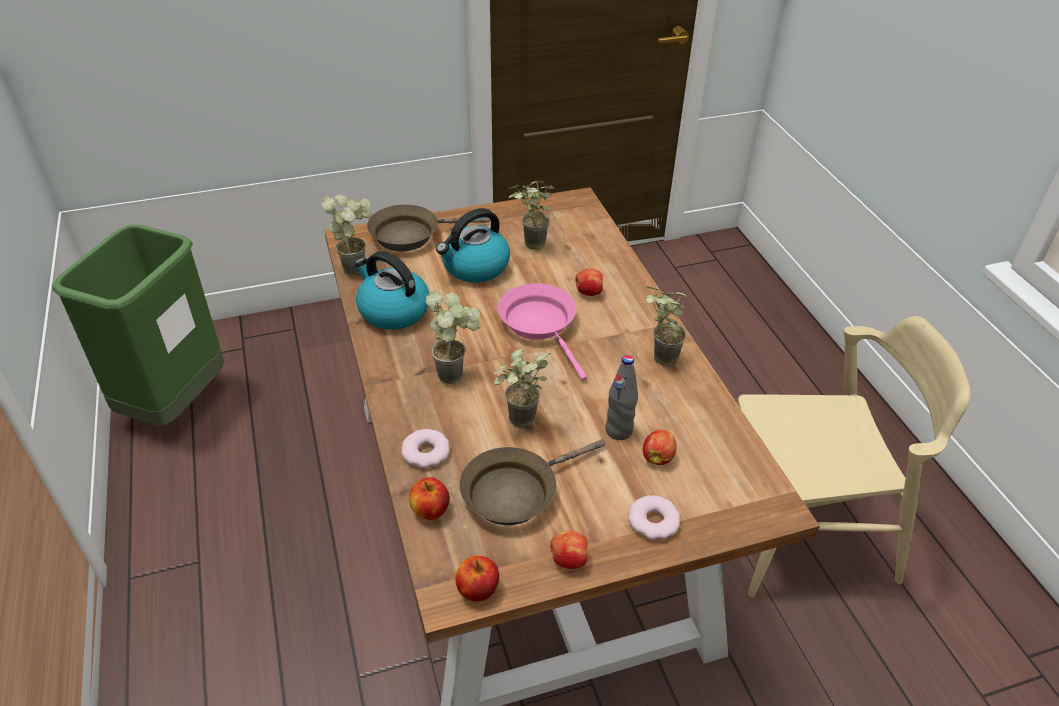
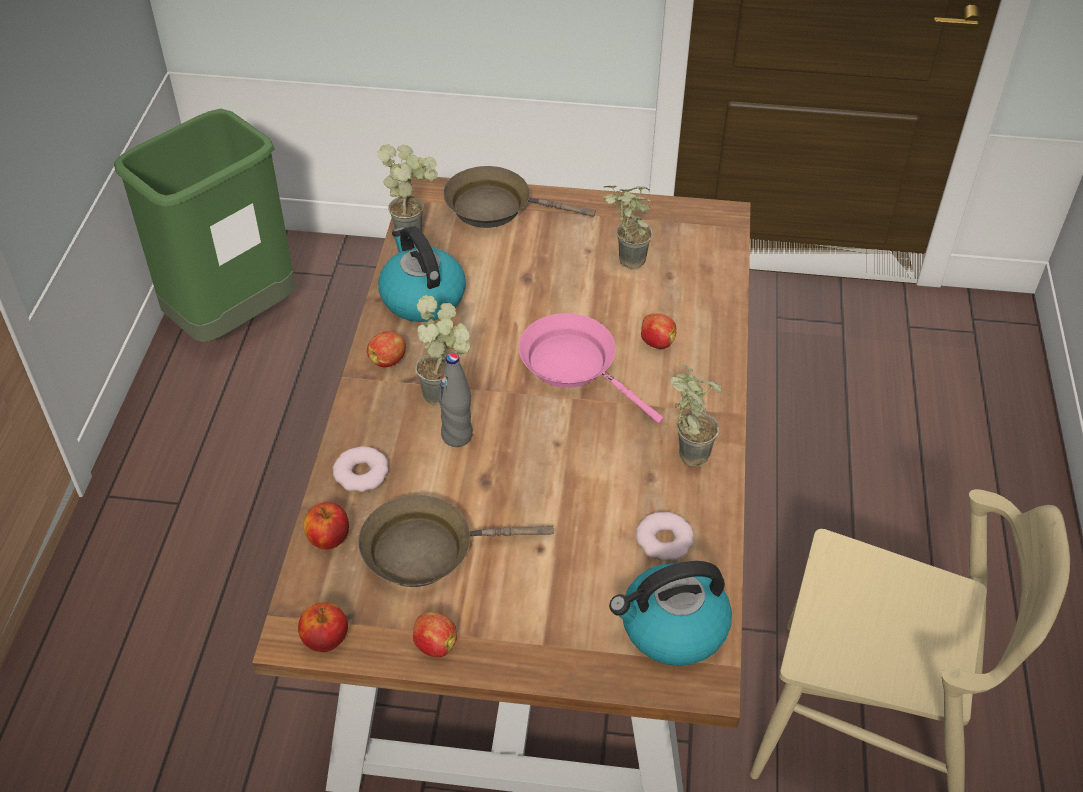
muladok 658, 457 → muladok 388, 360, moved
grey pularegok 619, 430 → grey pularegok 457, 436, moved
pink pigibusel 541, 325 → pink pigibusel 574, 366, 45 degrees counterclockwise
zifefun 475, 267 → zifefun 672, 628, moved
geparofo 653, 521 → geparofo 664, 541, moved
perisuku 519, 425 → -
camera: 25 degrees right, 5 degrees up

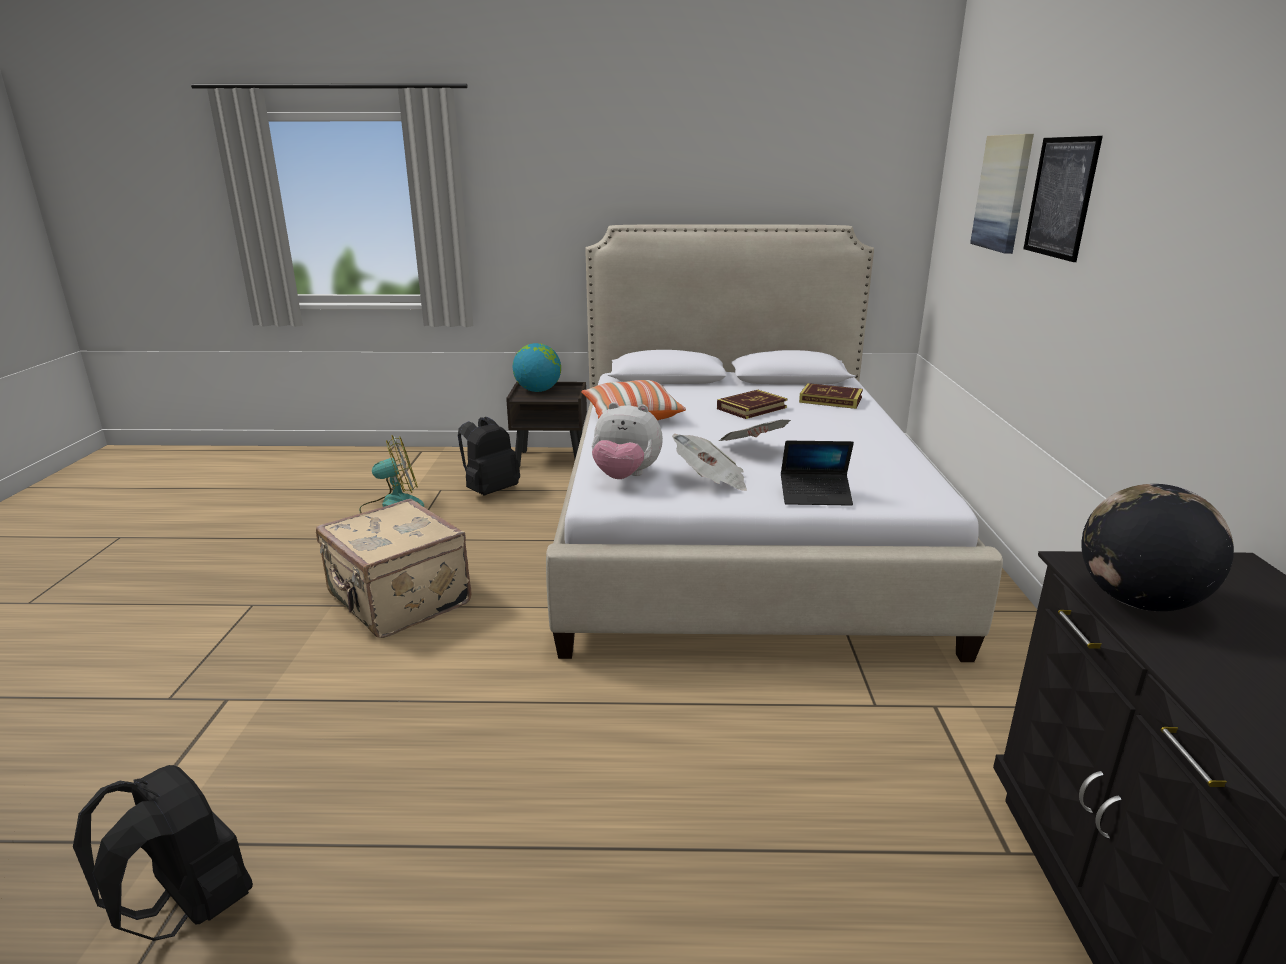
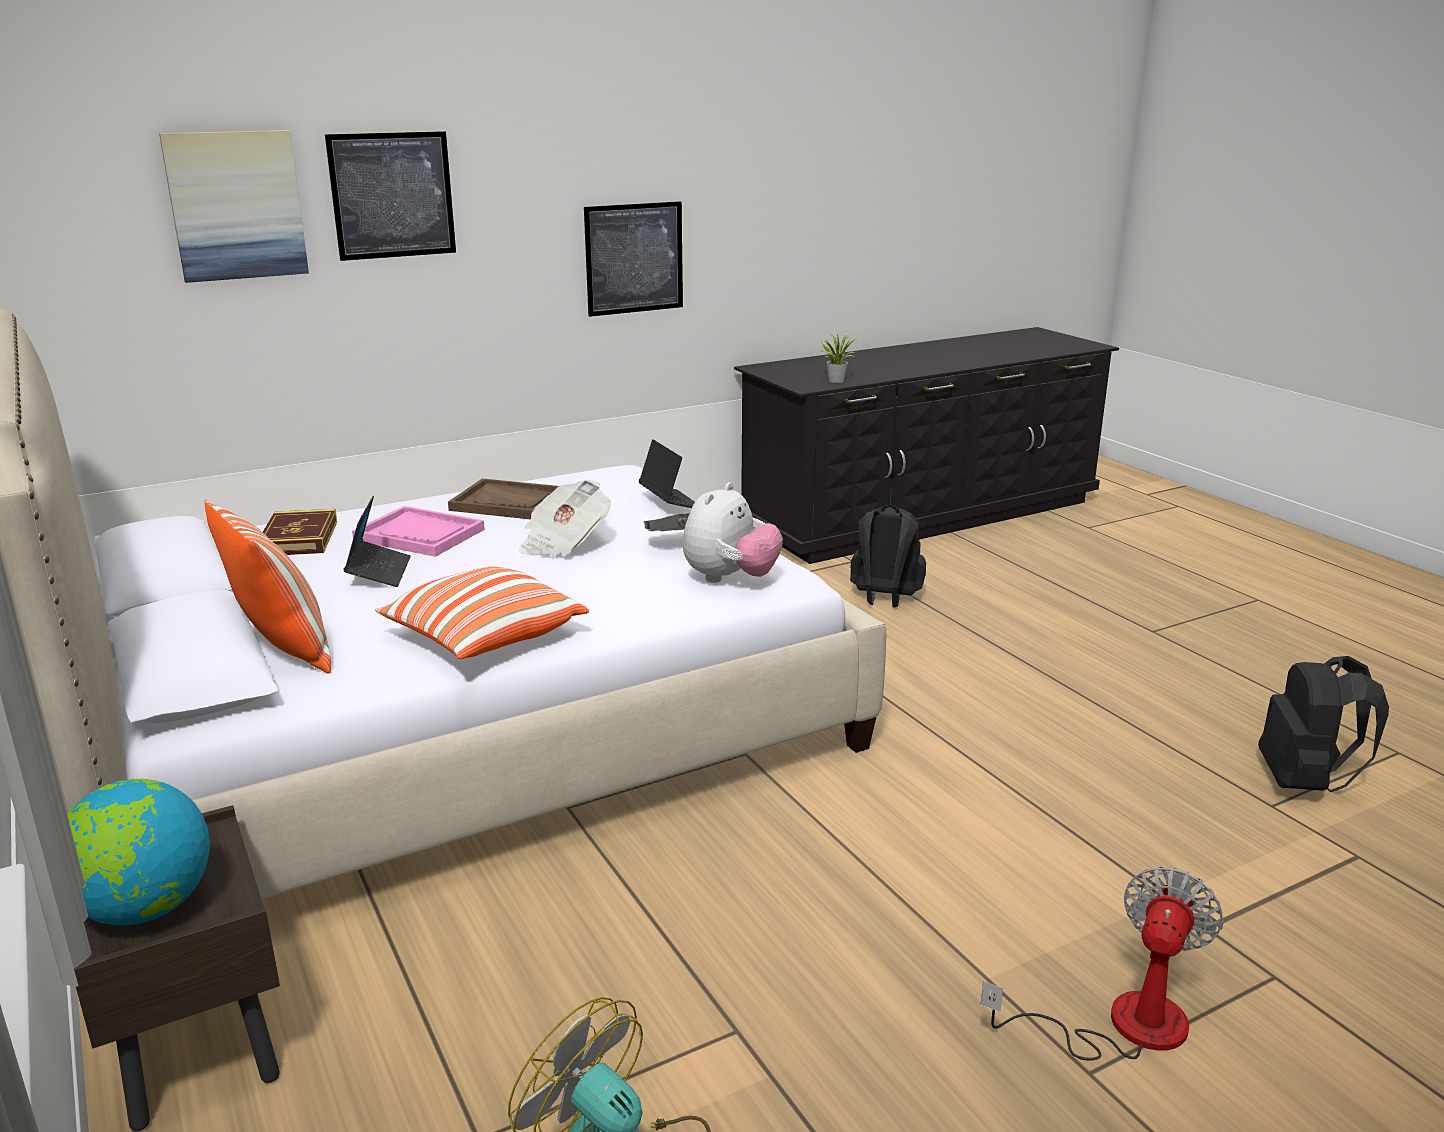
- → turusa 282, 650
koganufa 751, 408 → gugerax 379, 572
- → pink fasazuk 420, 534
- → brown fasazuk 509, 502
- → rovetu 634, 258
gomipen 625, 477 → gomipen 730, 579, 45 degrees clockwise
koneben 1138, 601 → perisuku 836, 380
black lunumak 490, 491 → black lunumak 884, 600, moved
- → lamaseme 1121, 1025
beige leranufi 398, 601 → -
camera: 120 degrees left, 0 degrees up

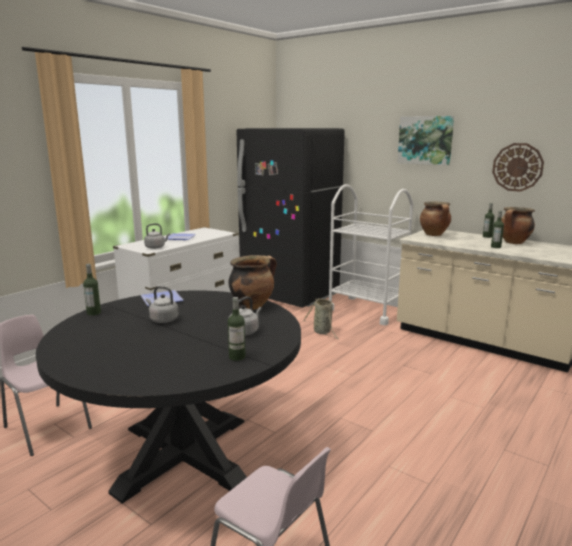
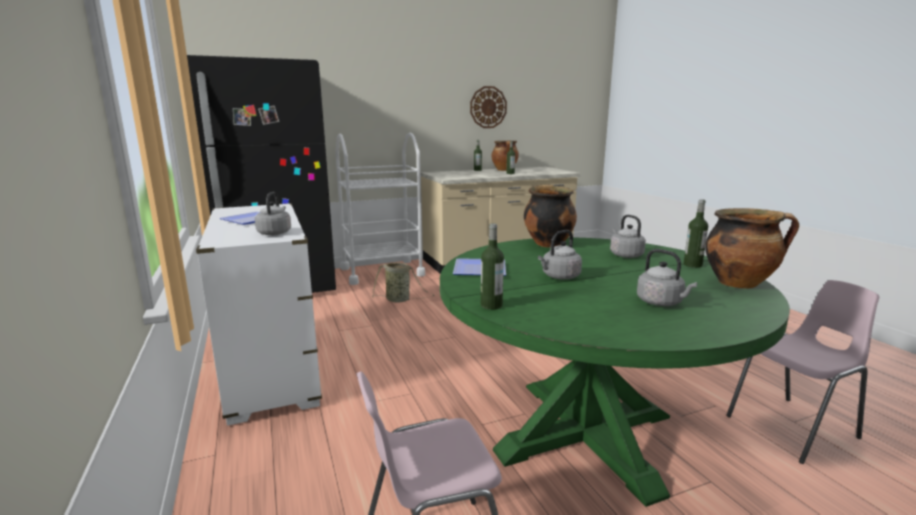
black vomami 183, 454 → green vomami 585, 433
- → grey zifefun 661, 303
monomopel 434, 235 → monomopel 740, 283, moved
rovetu 425, 140 → -
camera: 60 degrees left, 0 degrees up

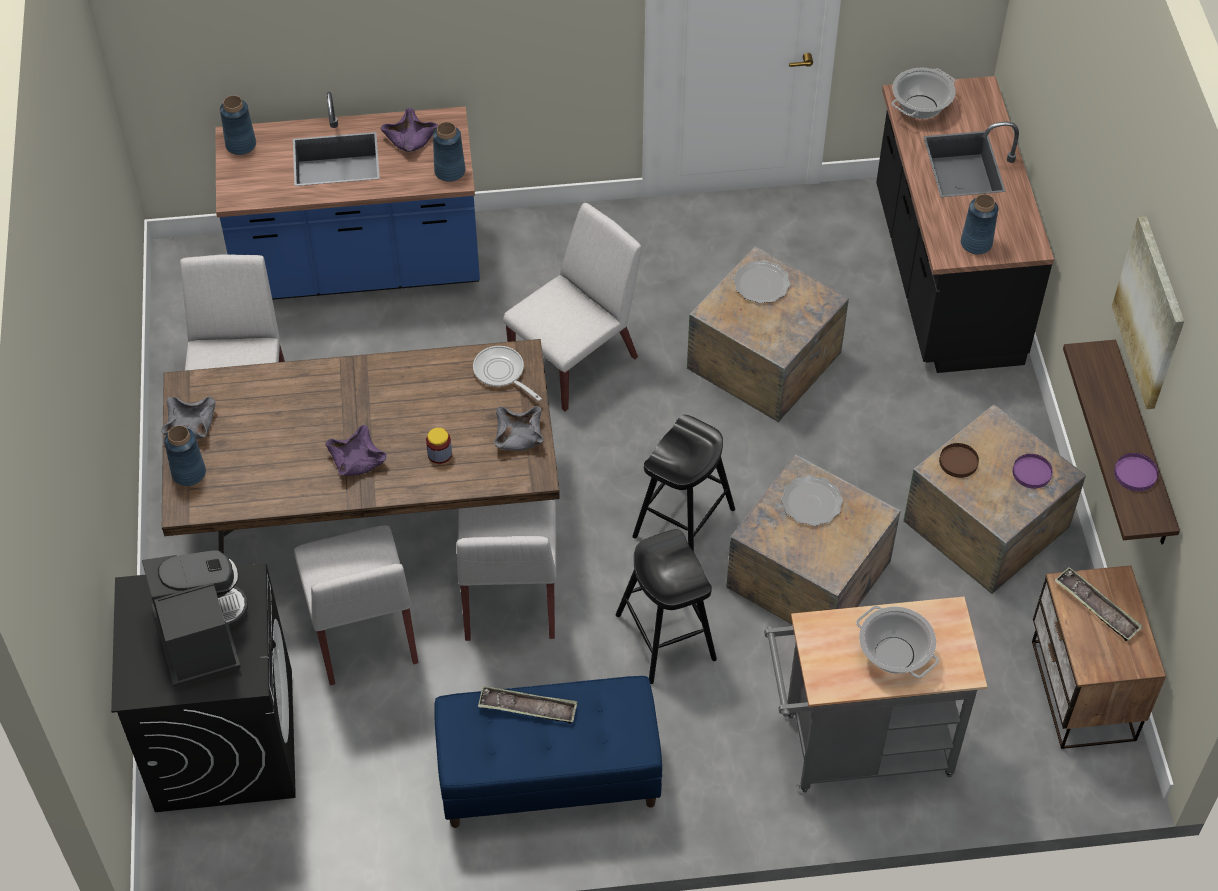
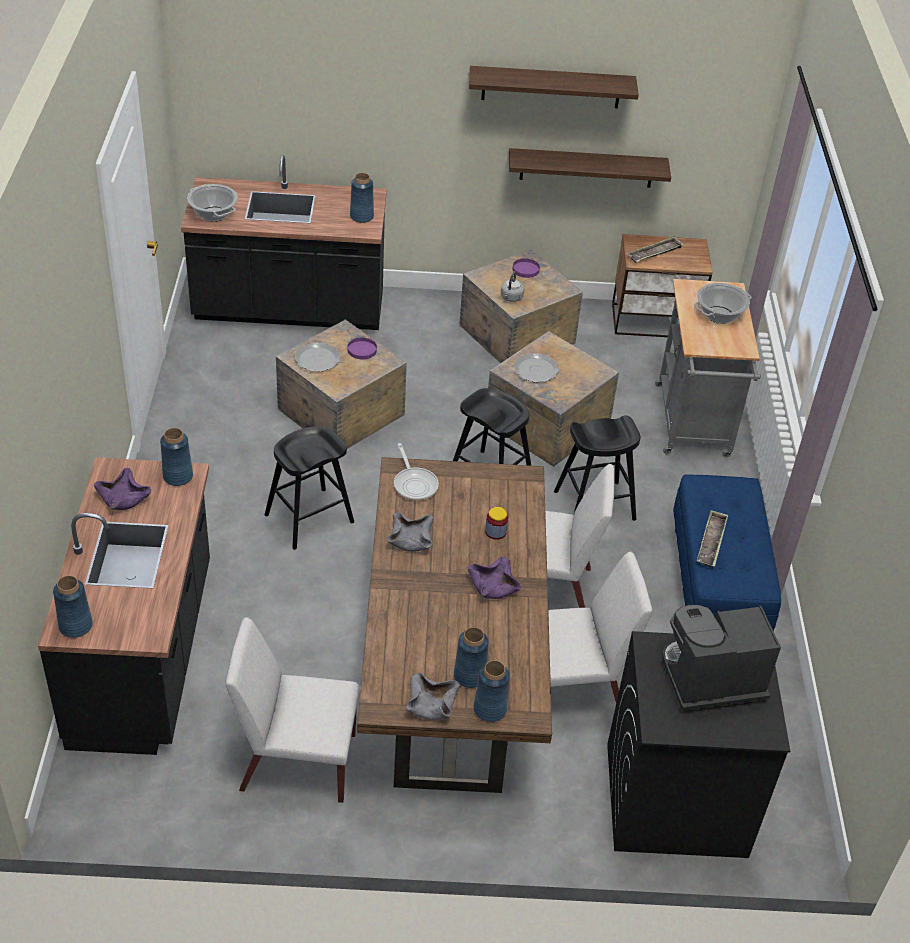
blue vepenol 359, 267 → black vepenol 144, 655
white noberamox 575, 360 → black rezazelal 309, 519
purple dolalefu 1135, 474 → purple dolalefu 362, 350, moved
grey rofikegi 518, 436 → grey rofikegi 411, 540, moved
pigibusel 502, 373 → pigibusel 414, 484, 75 degrees counterclockwise
- → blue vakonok 469, 676
rovetu 1150, 313 → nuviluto 551, 87
brown dolalefu 958, 462 → grey zifefun 511, 298
camera: 85 degrees left, 10 degrees down

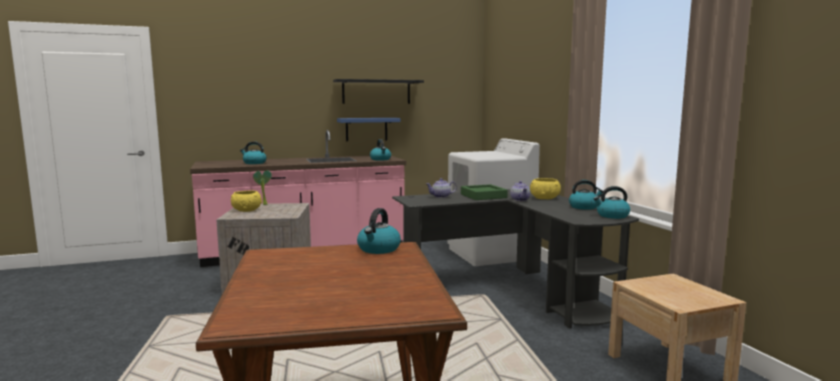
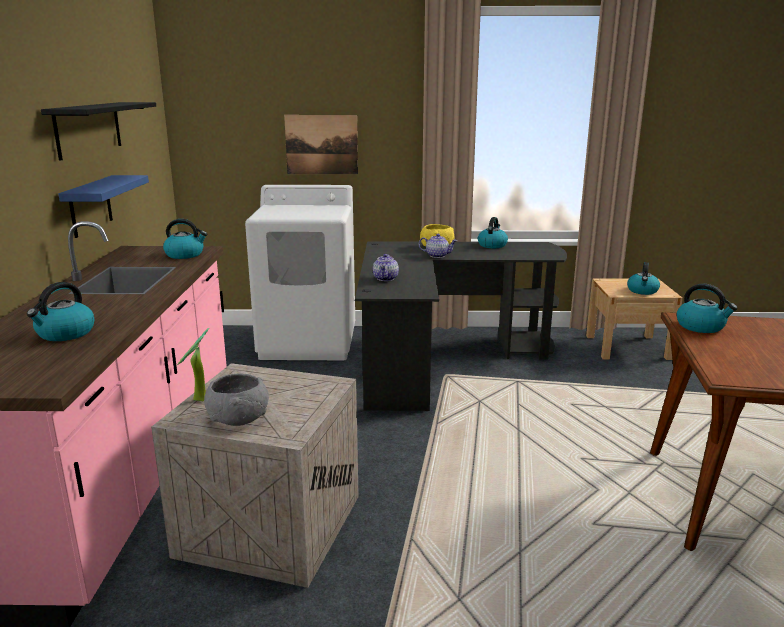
yellow rofikegi 246, 210 → grey rofikegi 238, 418
- → rovetu 321, 144
zifefun 612, 216 → zifefun 642, 291, moved
green fasazuk 483, 196 → -
camera: 70 degrees left, 10 degrees up

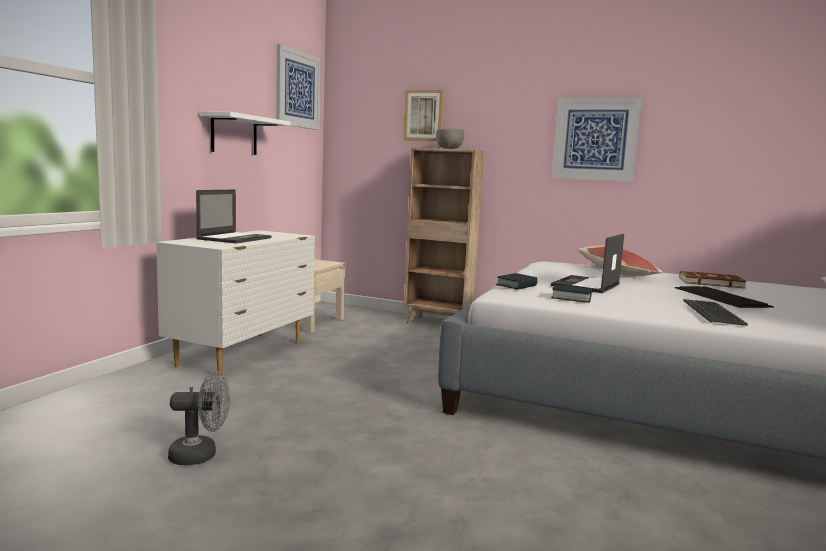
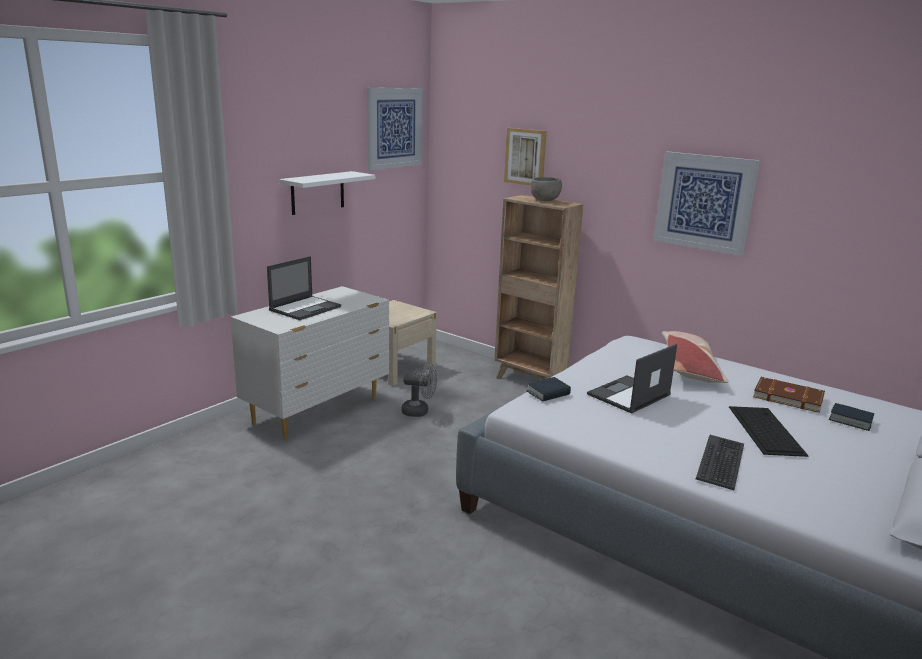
grey lamaseme 201, 455 → grey lamaseme 419, 411, moved
koganufa 571, 298 → koganufa 850, 420, moved
camera: 15 degrees right, 10 degrees up

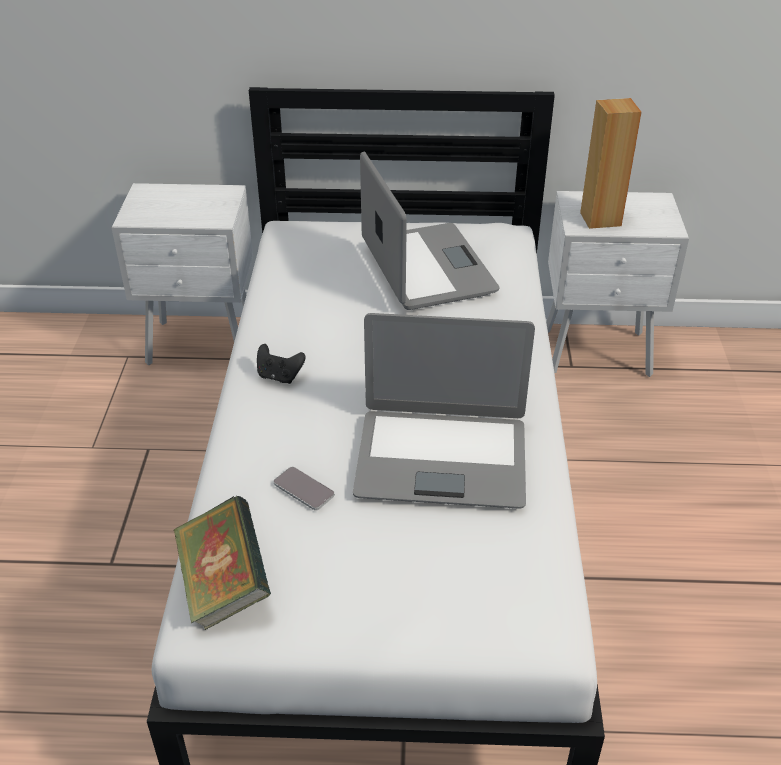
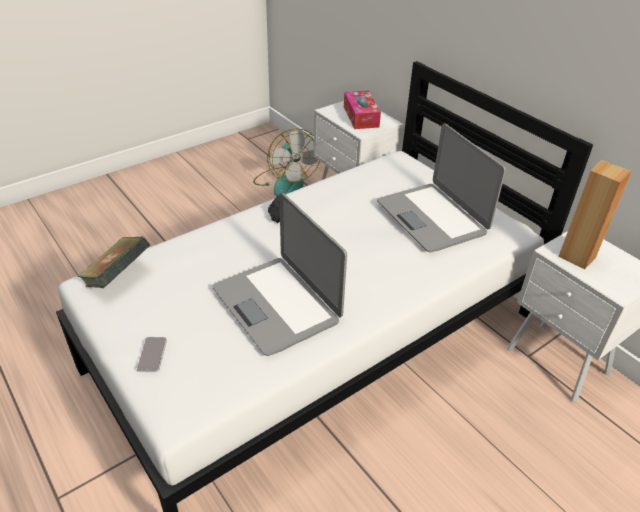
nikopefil 304, 489 → nikopefil 152, 355, moved
- → lamaseme 285, 182
- → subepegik 361, 116
gugerax 426, 268 → gugerax 432, 217, 120 degrees clockwise
camera: 50 degrees right, 0 degrees up

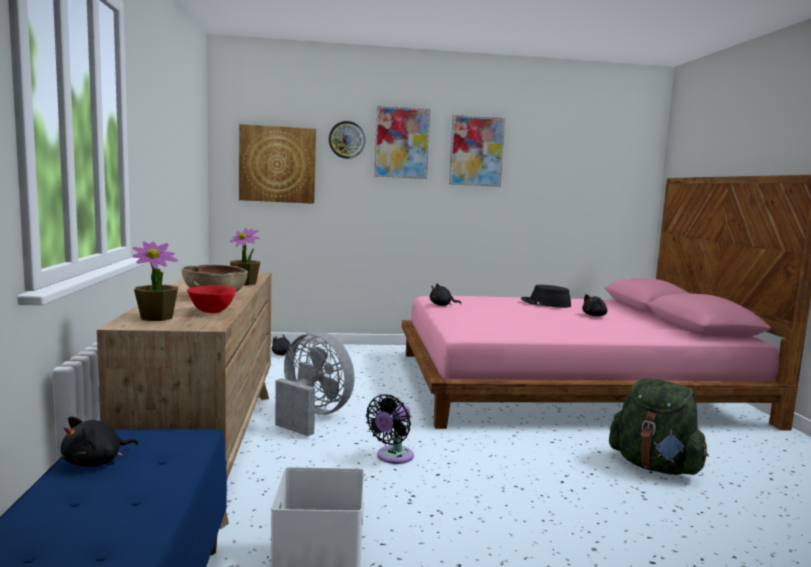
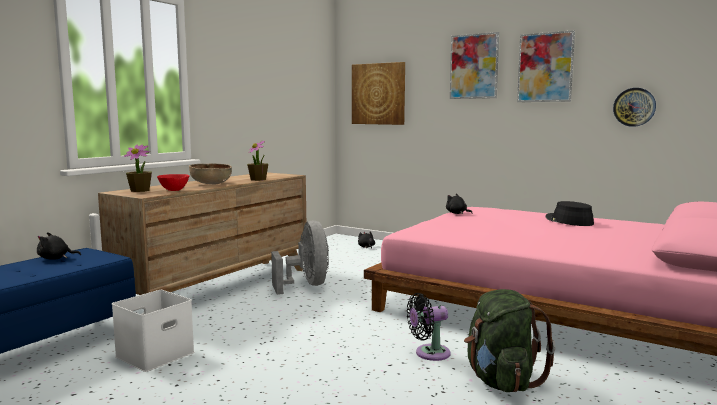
black lamaseme 392, 457 → black lamaseme 429, 353, moved
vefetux 347, 140 → vefetux 634, 107, moved
black gomipen 595, 315 → -
camera: 40 degrees right, 0 degrees up

